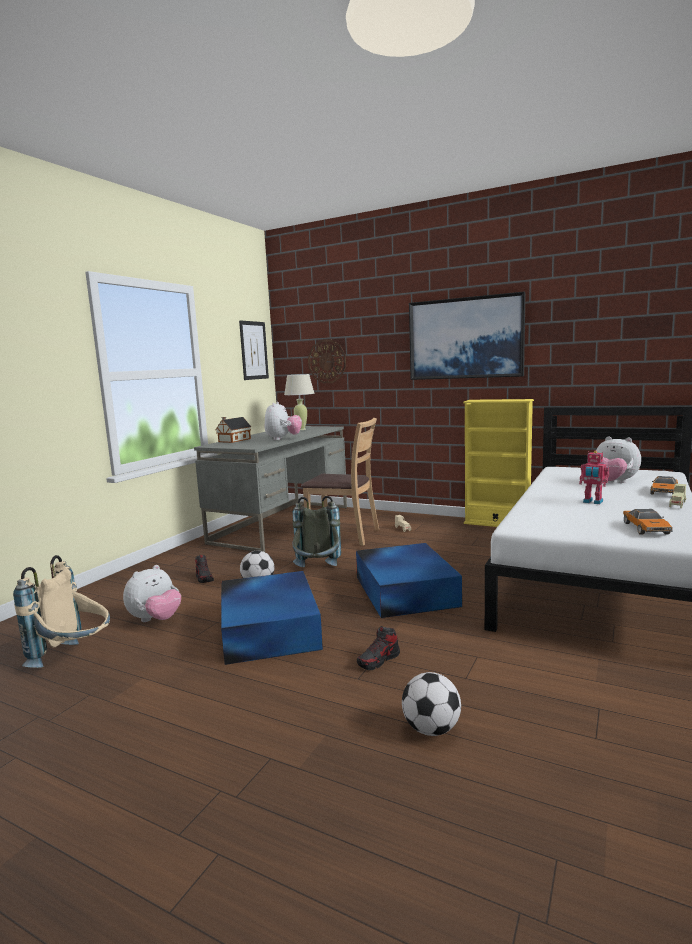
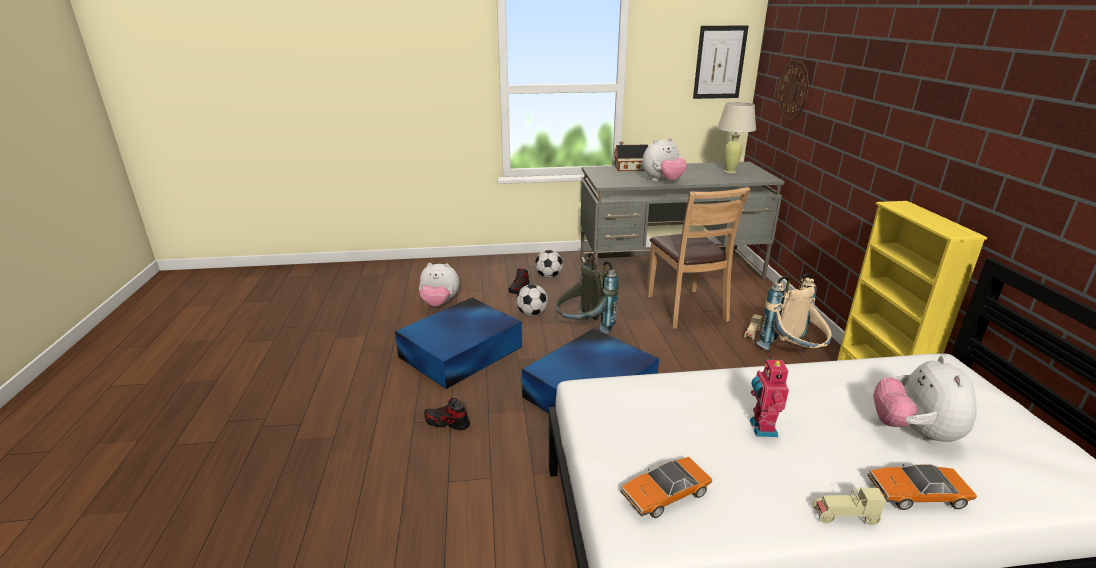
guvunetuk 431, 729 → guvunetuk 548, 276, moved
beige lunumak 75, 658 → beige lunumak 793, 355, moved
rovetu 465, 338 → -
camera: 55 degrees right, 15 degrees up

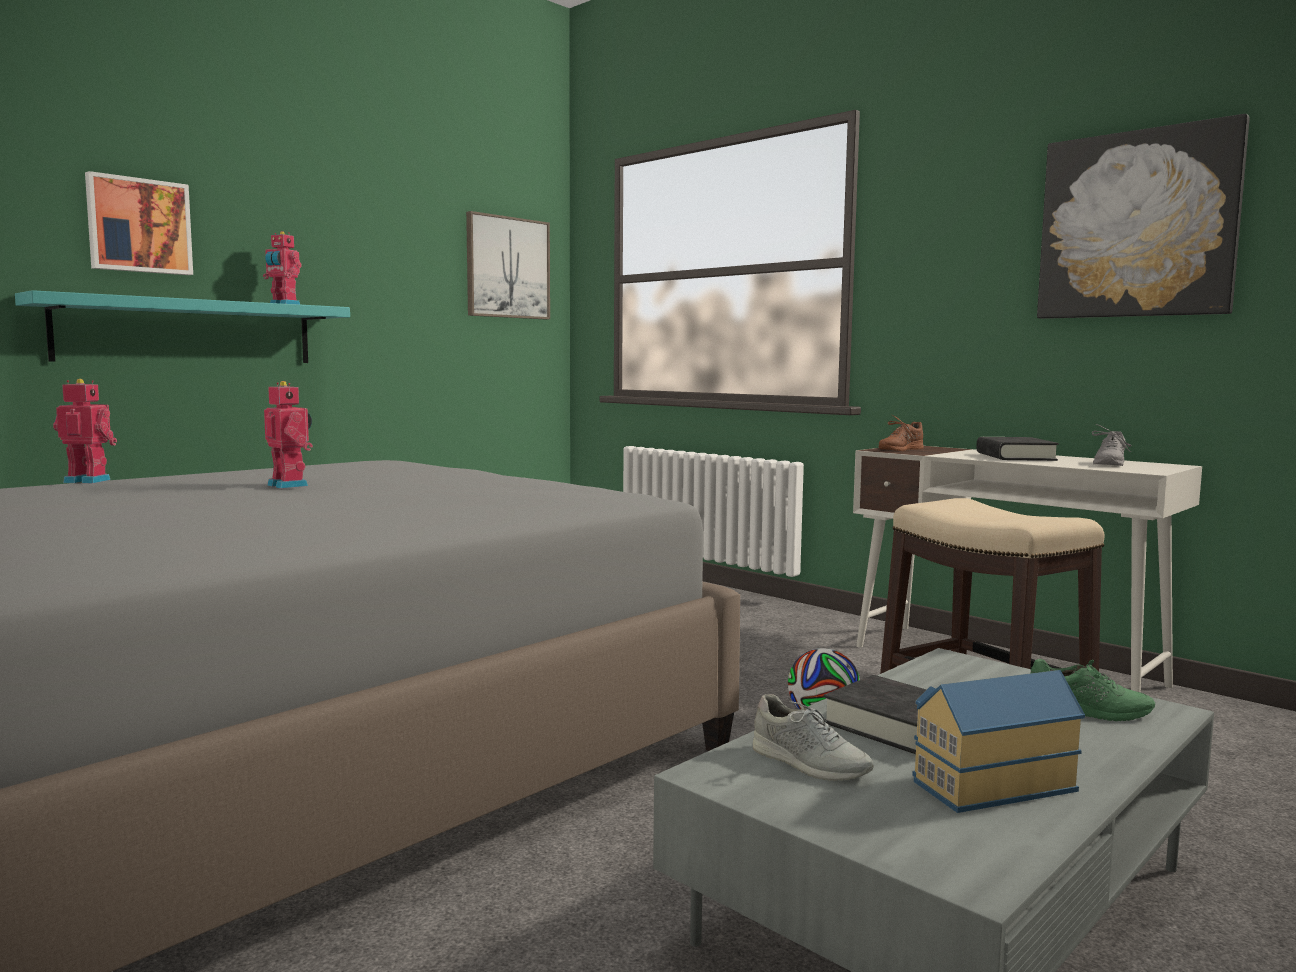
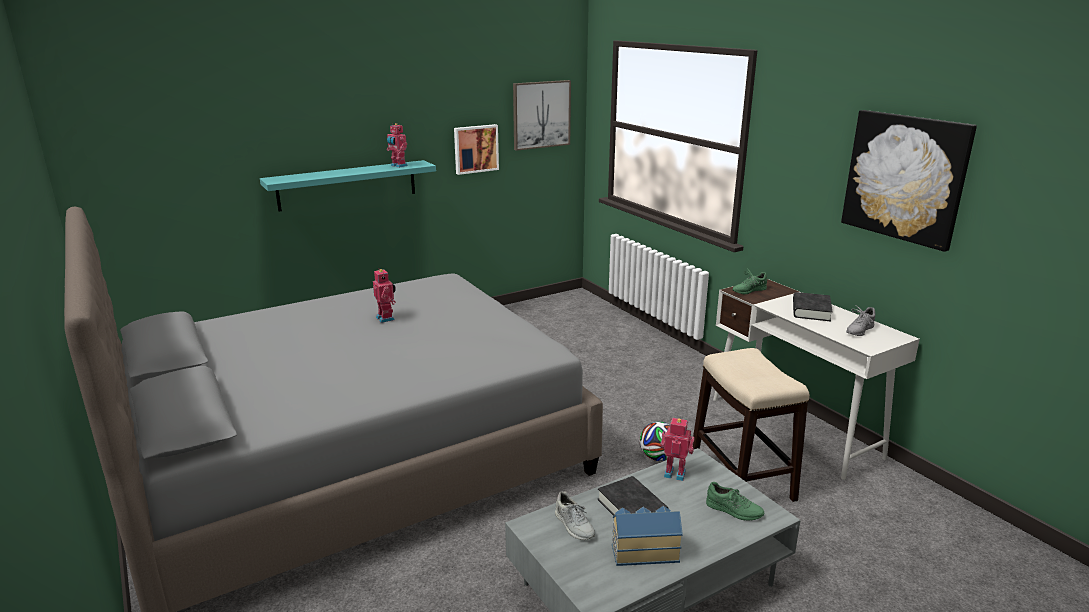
rovetu 139, 226 → rovetu 475, 148, moved
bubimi 89, 481 → bubimi 675, 473, moved
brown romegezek 900, 449 → green romegezek 748, 290
camera: 15 degrees right, 15 degrees up

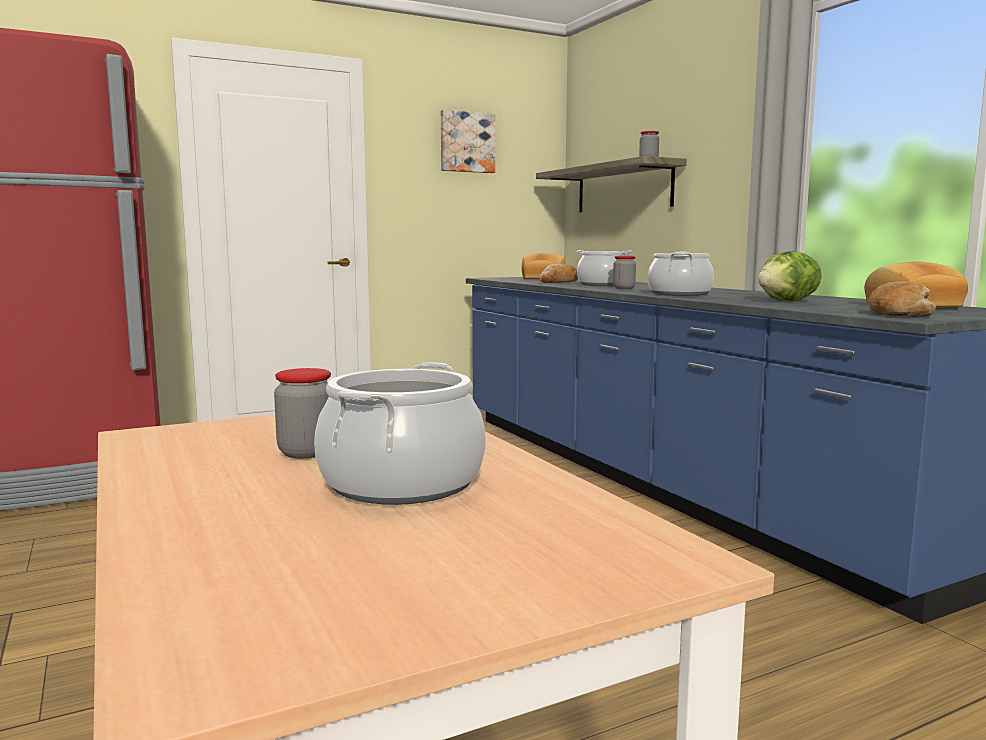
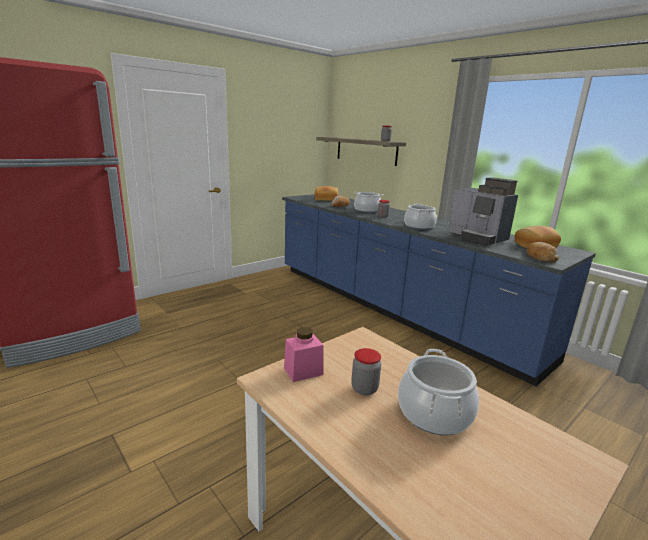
- → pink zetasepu 303, 371
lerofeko 788, 301 → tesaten 478, 238
rovetu 466, 142 → -
camera: 15 degrees left, 10 degrees up

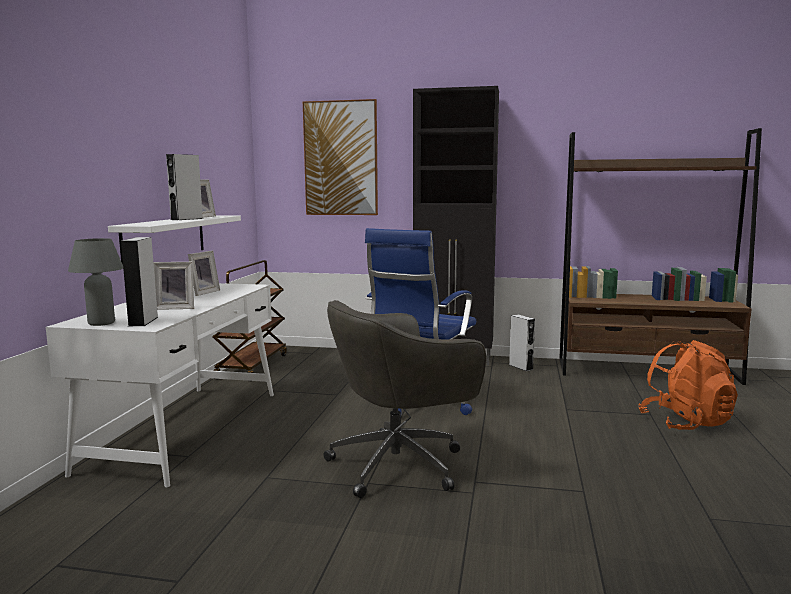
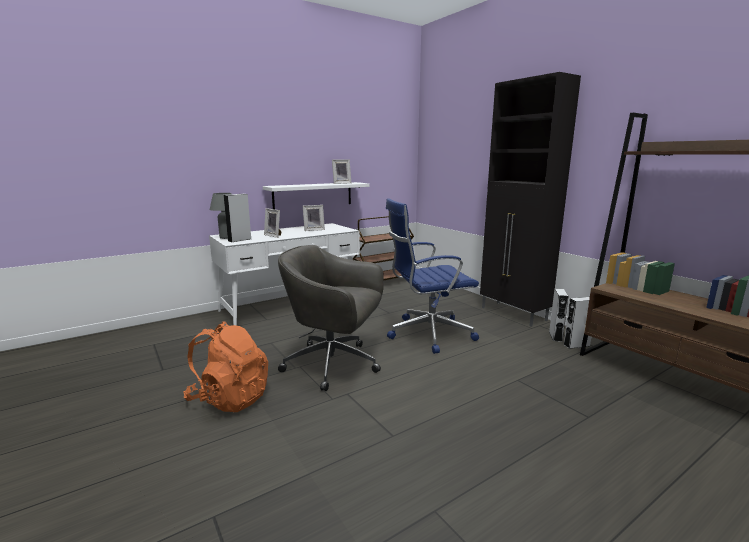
orange lunumak 685, 423 → orange lunumak 230, 398, moved
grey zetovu 186, 219 → grey zetovu 576, 345, moved
rovetu 341, 158 → -
camera: 45 degrees right, 5 degrees up

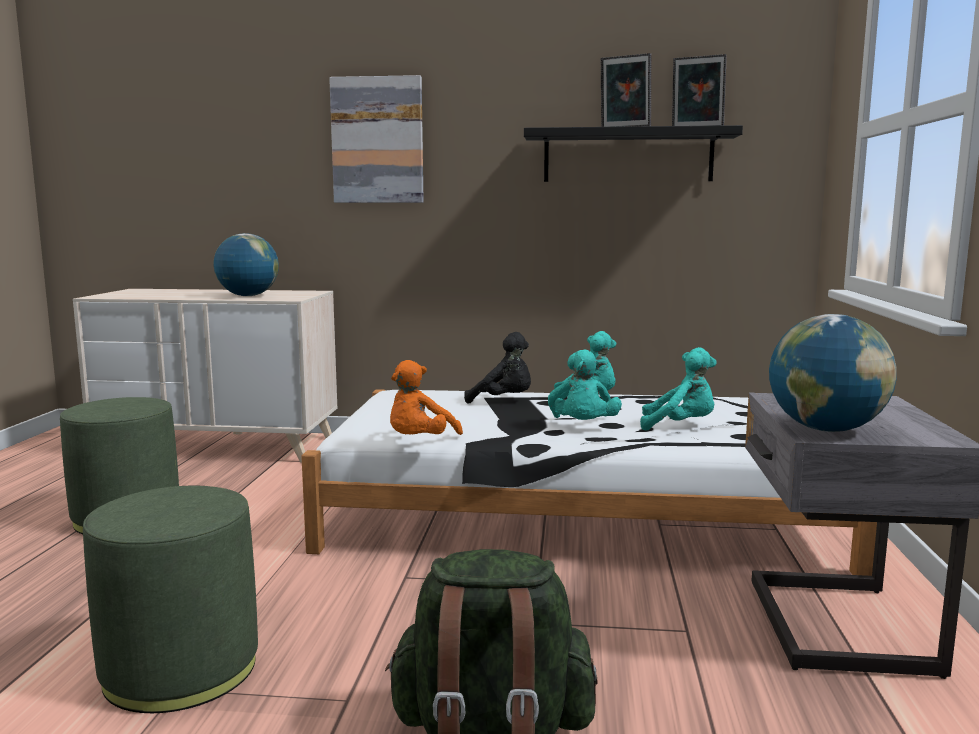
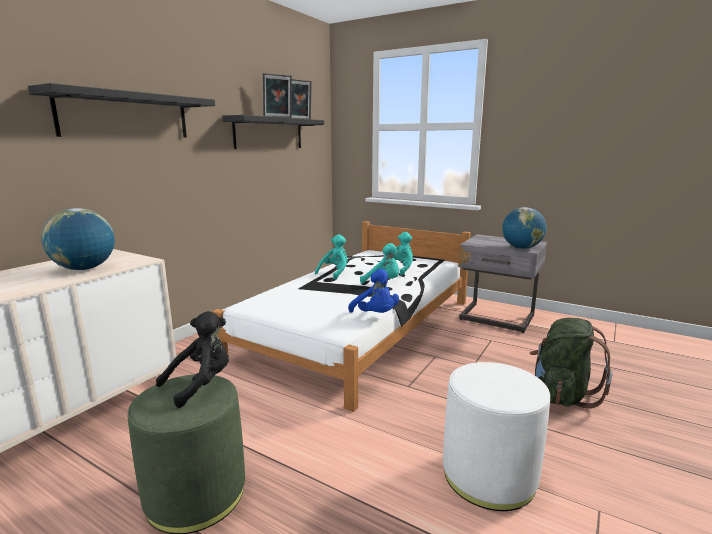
rovetu 377, 140 → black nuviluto 126, 116
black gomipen 504, 401 → black gomipen 201, 384, moved
orange gomipen 419, 442 → blue gomipen 375, 315
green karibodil 180, 669 → white karibodil 488, 475
camera: 65 degrees left, 5 degrees up

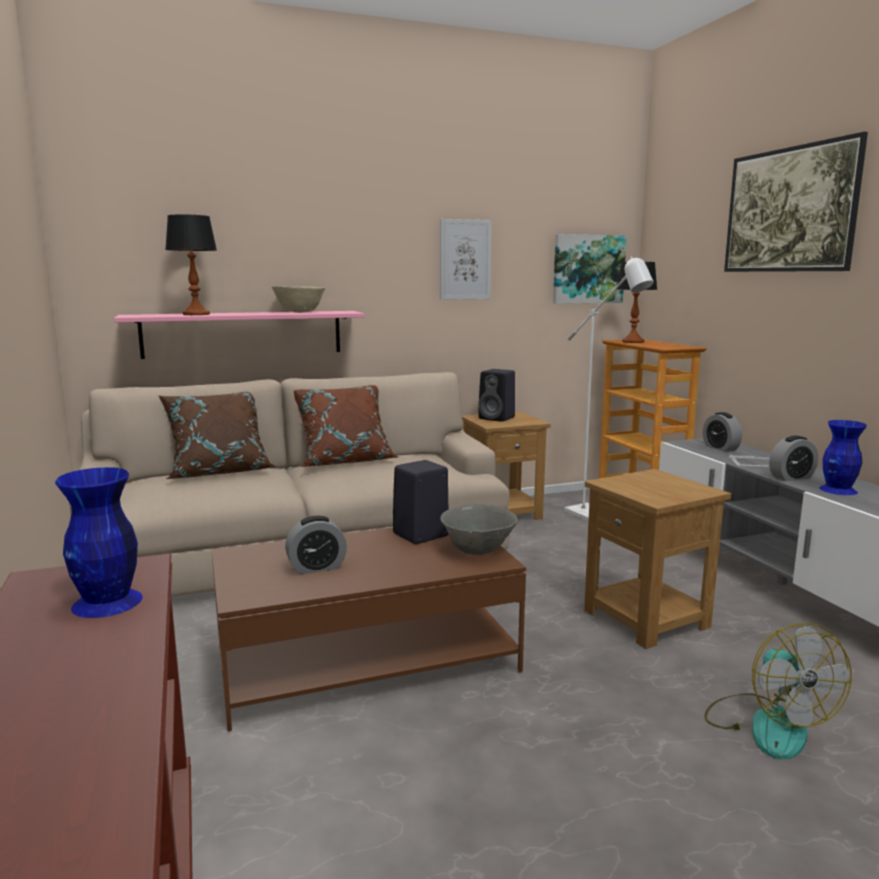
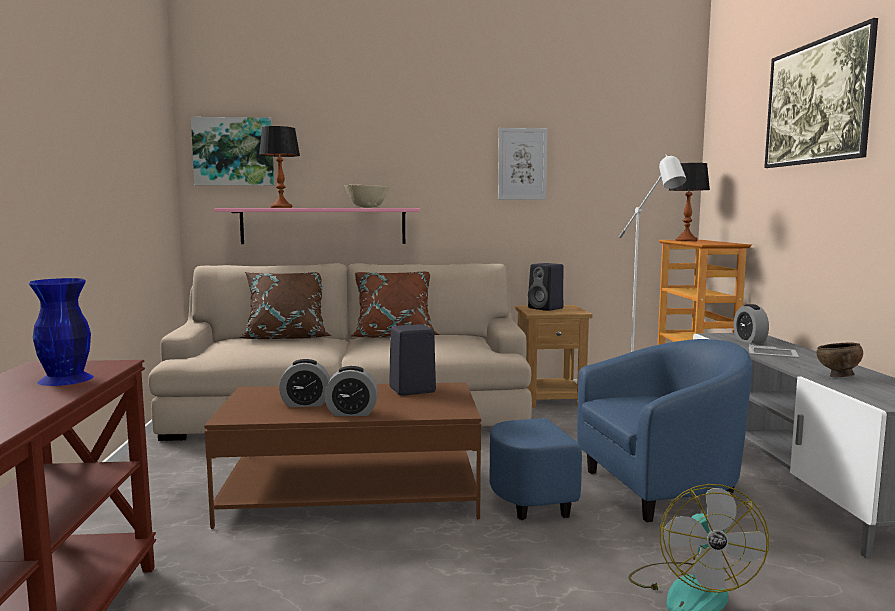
rovetu 588, 269 → rovetu 233, 152, moved
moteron 791, 477 → moteron 352, 413, moved
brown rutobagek 647, 619 → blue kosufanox 630, 493
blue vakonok 838, 490 → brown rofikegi 837, 377
grey rofikegi 478, 551 → -
camera: 15 degrees right, 5 degrees down

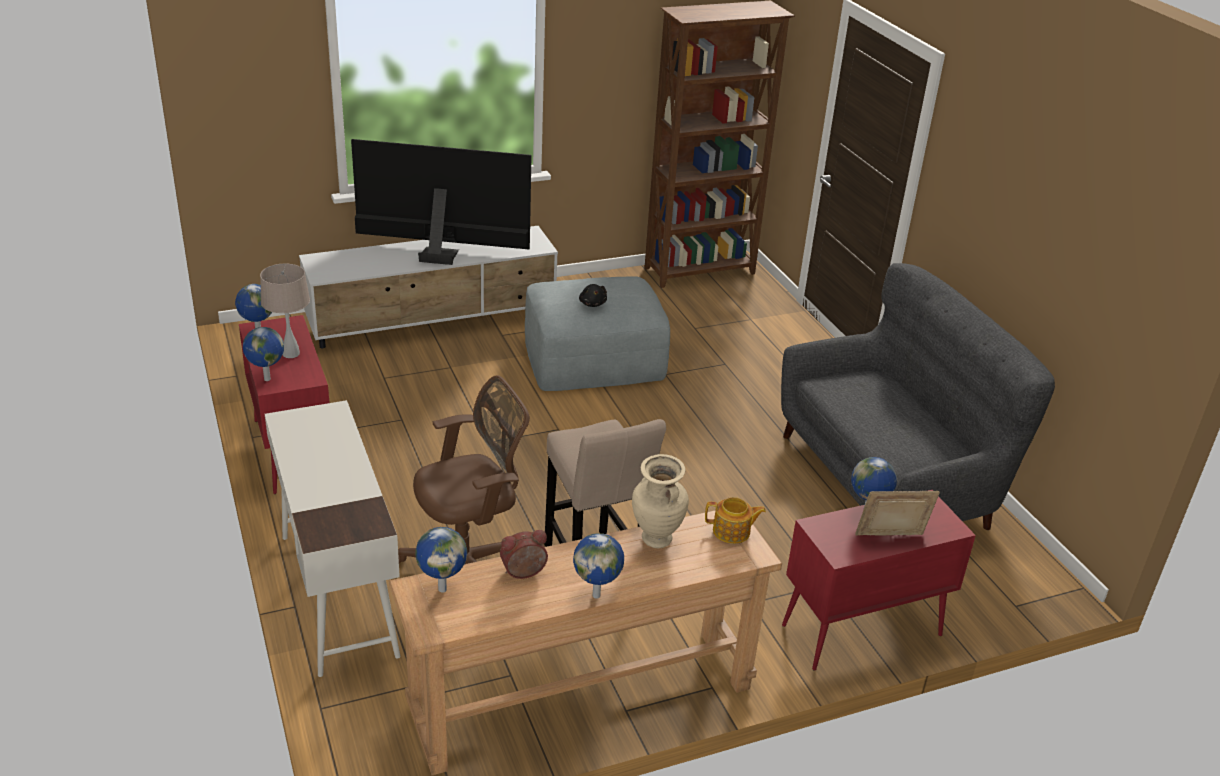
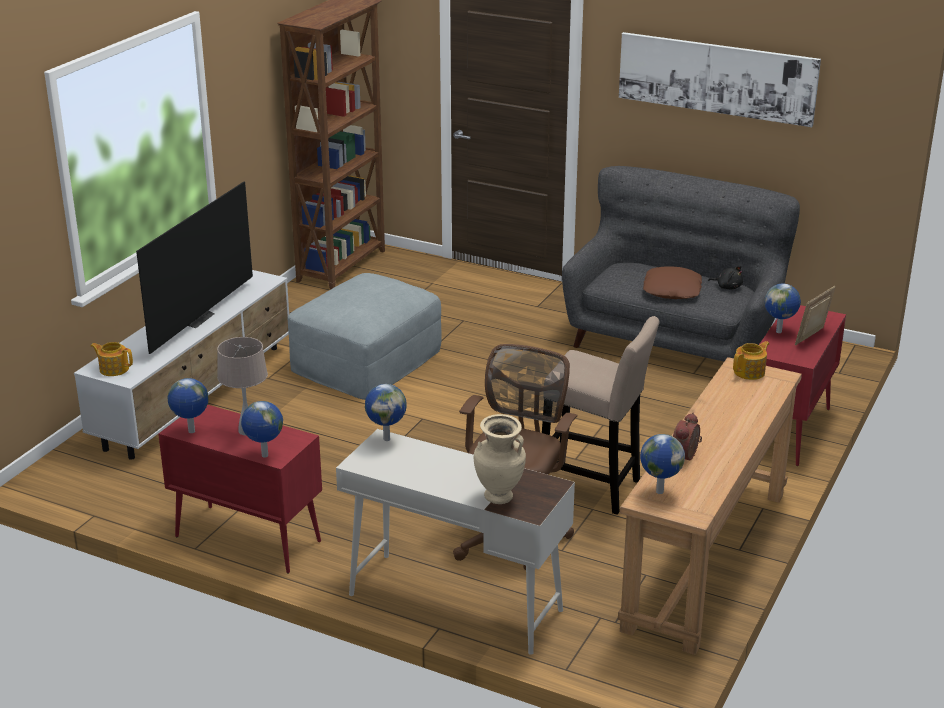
- → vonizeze 114, 369
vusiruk 440, 253 → vusiruk 195, 318, 150 degrees clockwise
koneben 597, 595 → koneben 387, 438, moved
beige vakonok 655, 540 → beige vakonok 498, 497, moved
- → rovetu 716, 78
- → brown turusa 672, 290
black gomipen 592, 303 → black gomipen 727, 287, moved
camera: 40 degrees left, 5 degrees down

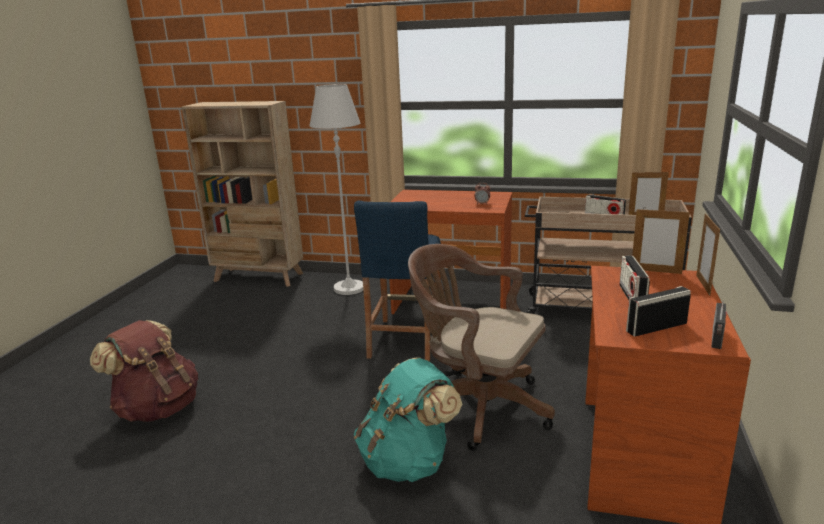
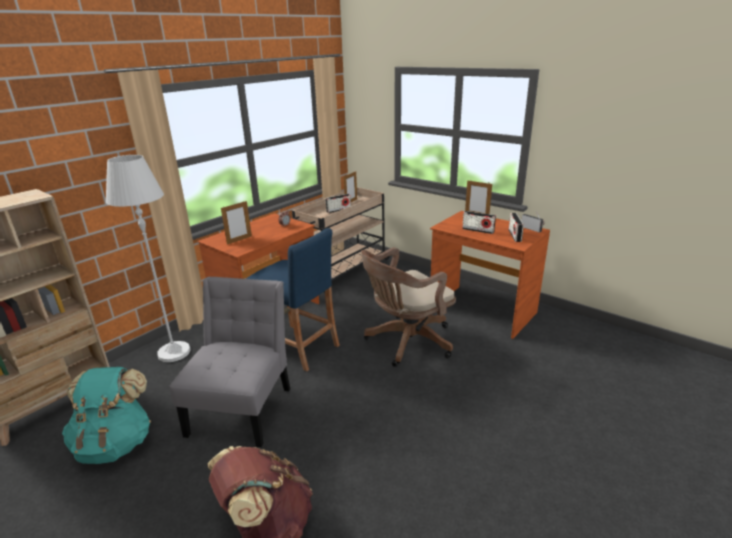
turquoise lunumak 408, 462 → turquoise lunumak 115, 443, moved
- → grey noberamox 243, 407
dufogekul 656, 271 → dufogekul 239, 240, moved
camera: 65 degrees left, 5 degrees up

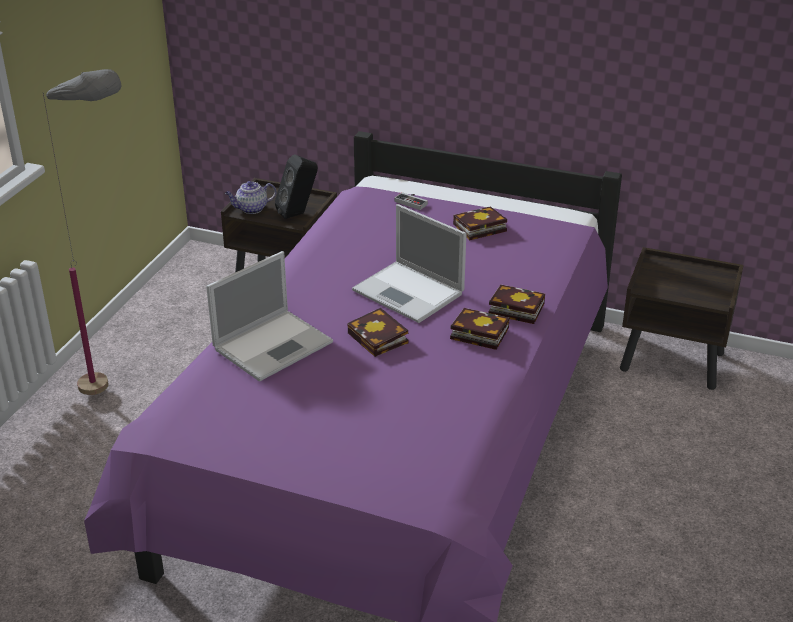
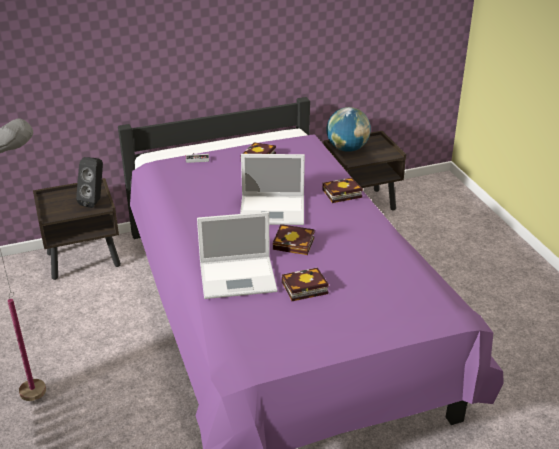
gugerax 274, 344 → gugerax 239, 277, 75 degrees clockwise
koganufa 476, 333 → koganufa 303, 289, moved
- → koneben 347, 149
vonizeze 251, 209 → -
camera: 40 degrees left, 0 degrees up

